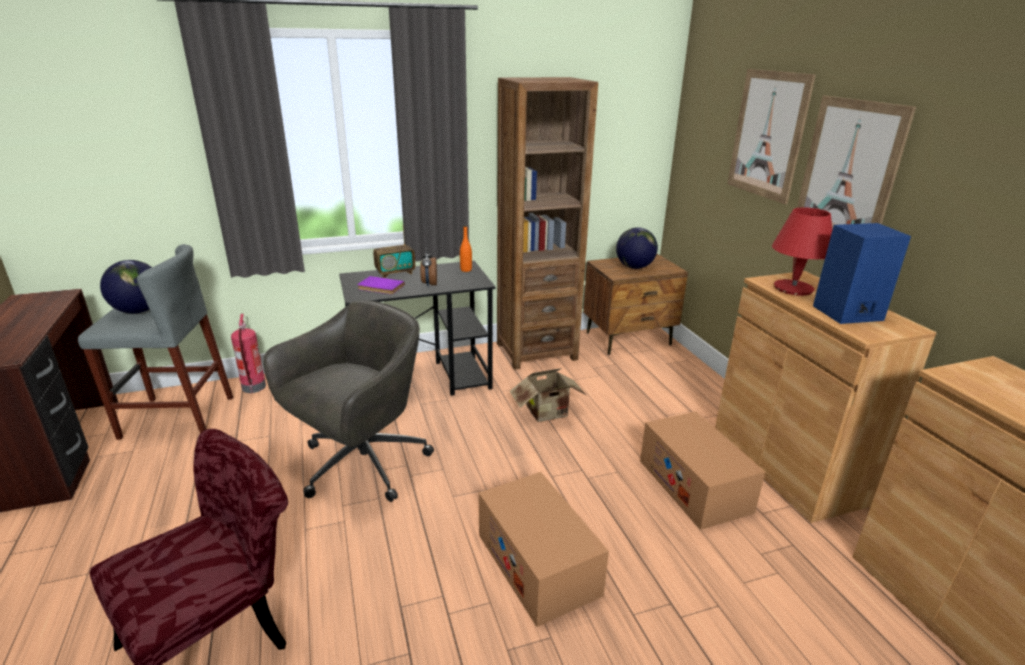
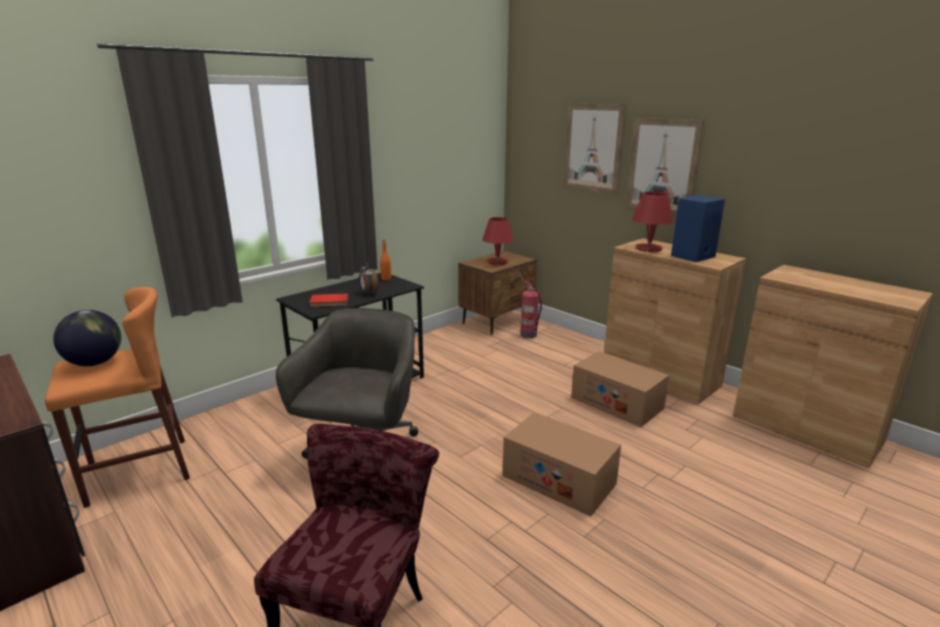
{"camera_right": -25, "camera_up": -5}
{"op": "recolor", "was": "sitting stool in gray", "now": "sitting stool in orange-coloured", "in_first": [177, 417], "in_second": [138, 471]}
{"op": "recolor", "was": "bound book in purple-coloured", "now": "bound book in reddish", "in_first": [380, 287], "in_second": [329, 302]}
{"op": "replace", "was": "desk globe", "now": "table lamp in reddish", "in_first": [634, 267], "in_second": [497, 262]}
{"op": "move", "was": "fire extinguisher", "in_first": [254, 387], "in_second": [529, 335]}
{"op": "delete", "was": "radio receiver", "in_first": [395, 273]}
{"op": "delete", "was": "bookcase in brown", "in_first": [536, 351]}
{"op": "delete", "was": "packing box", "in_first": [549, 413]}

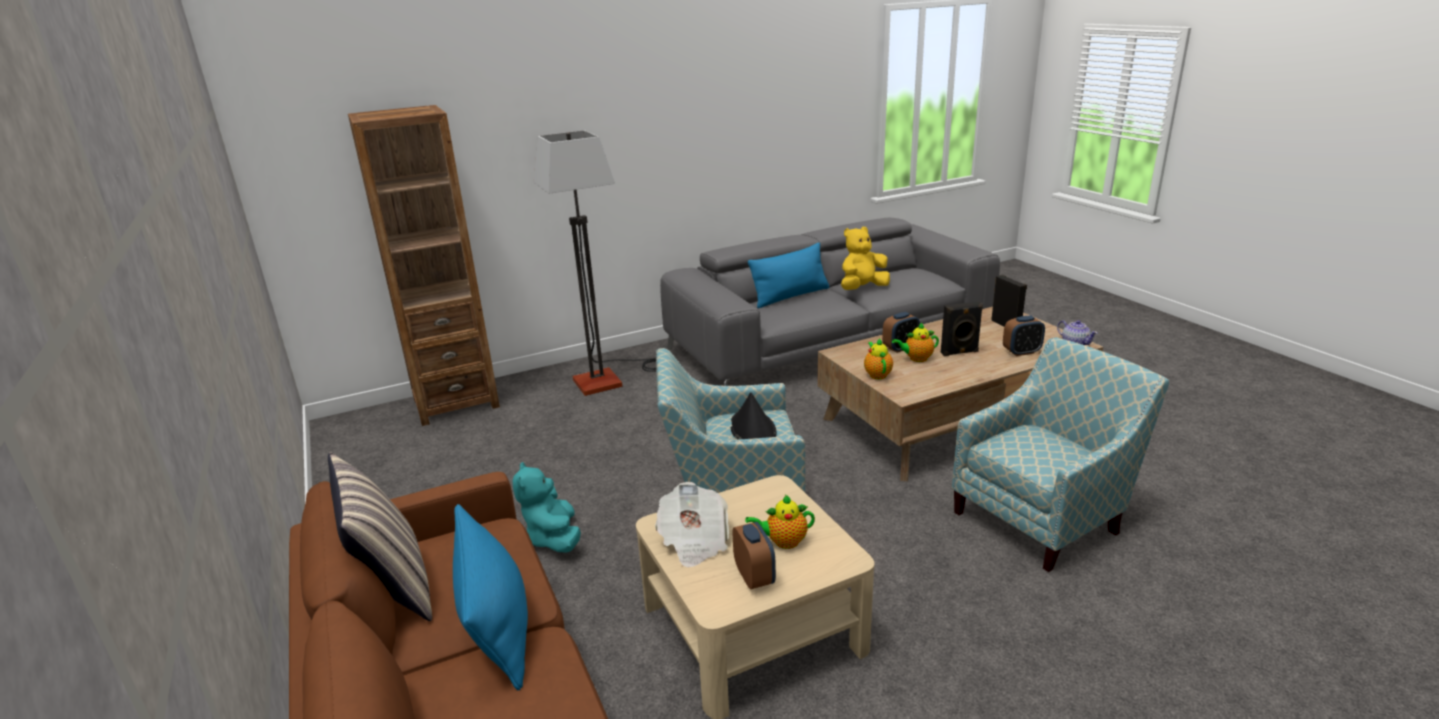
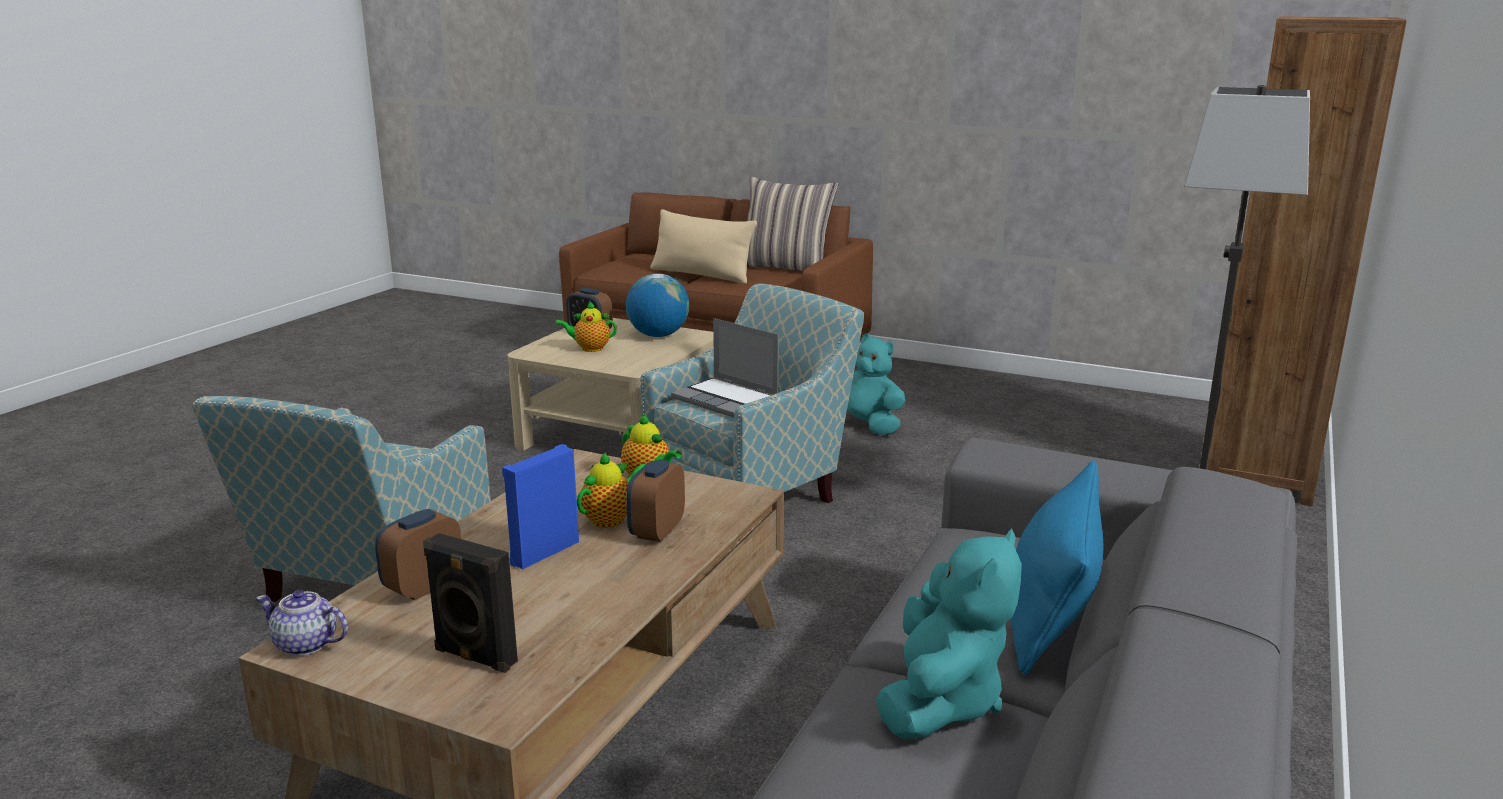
{"camera_right": 140, "camera_up": -5}
{"op": "recolor", "was": "audio speaker in blackish", "now": "audio speaker in blue-coloured", "in_first": [959, 352], "in_second": [543, 552]}
{"op": "rotate", "was": "pot for tea", "in_first": [783, 541], "in_second": [590, 348], "clockwise": -135}
{"op": "replace", "was": "daily paper", "now": "desk globe", "in_first": [694, 541], "in_second": [658, 335]}
{"op": "recolor", "was": "pillow in blue-coloured", "now": "pillow in sand-coloured", "in_first": [497, 626], "in_second": [701, 275]}
{"op": "replace", "was": "wearable hat in blackish", "now": "notebook computer", "in_first": [752, 430], "in_second": [727, 399]}
{"op": "recolor", "was": "cuddly toy in yellow-coloured", "now": "cuddly toy in blue-green", "in_first": [862, 288], "in_second": [941, 701]}

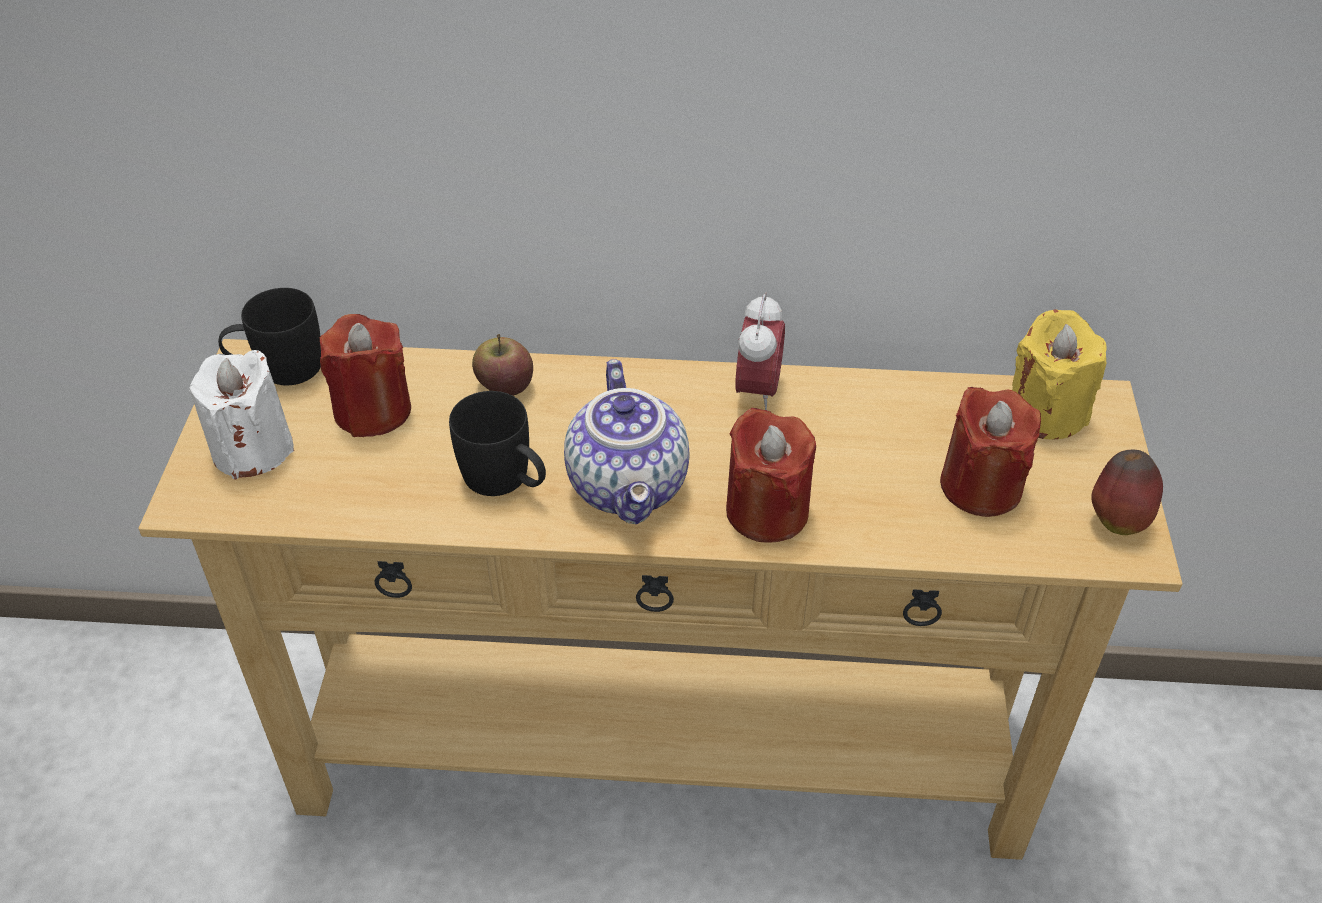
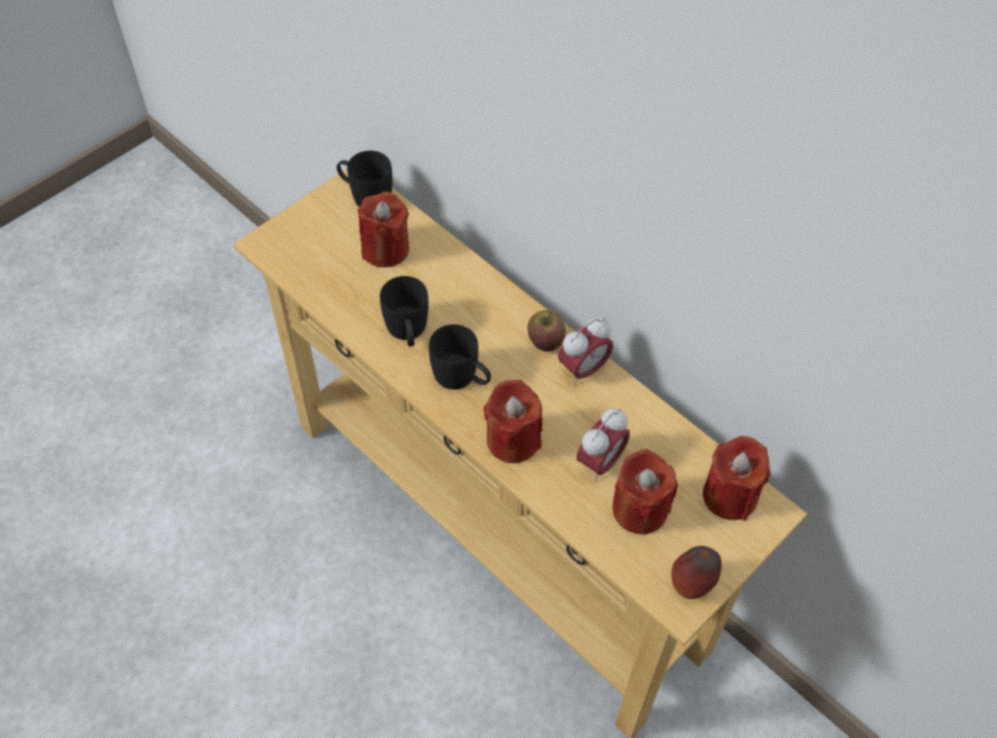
{"camera_right": 40, "camera_up": 10}
{"op": "replace", "was": "pot for tea", "now": "coffee mug in blackish", "in_first": [631, 487], "in_second": [462, 378]}
{"op": "move", "was": "apple fruit", "in_first": [504, 386], "in_second": [545, 341]}
{"op": "insert", "now": "table clock", "in_second": [600, 462]}
{"op": "recolor", "was": "wax light in yellow-coloured", "now": "wax light in reddish", "in_first": [1046, 413], "in_second": [729, 495]}
{"op": "delete", "was": "wax light in white", "in_first": [252, 449]}

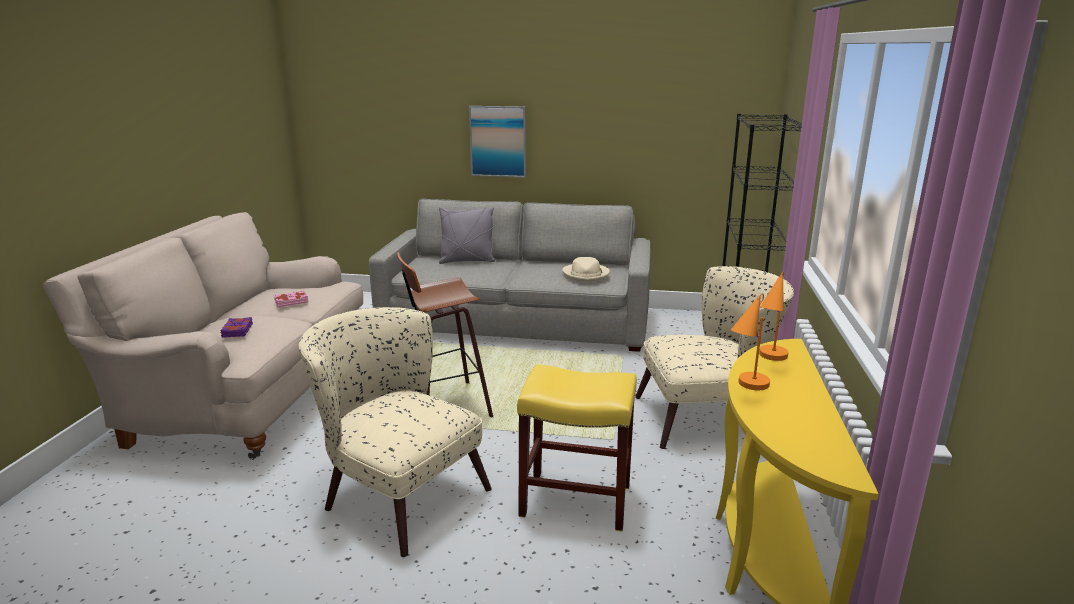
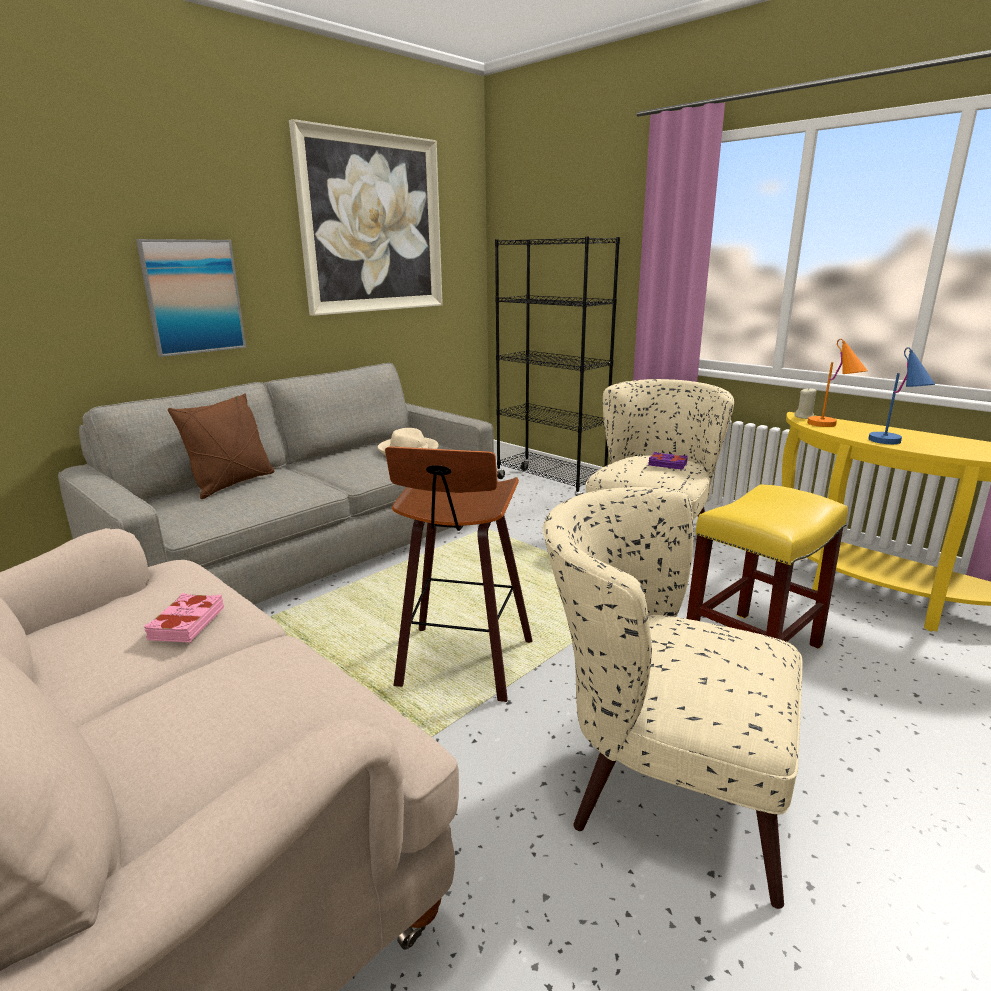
{"camera_right": -55, "camera_up": 0}
{"op": "recolor", "was": "pillow in gray", "now": "pillow in brown", "in_first": [467, 261], "in_second": [232, 484]}
{"op": "insert", "now": "wall picture", "in_second": [373, 224]}
{"op": "rotate", "was": "armchair in sand-coloured", "in_first": [396, 493], "in_second": [660, 780], "clockwise": 45}
{"op": "move", "was": "bound book in purple-coloured", "in_first": [237, 331], "in_second": [667, 464]}
{"op": "insert", "now": "wax light in sand-coloured", "in_second": [804, 417]}
{"op": "recolor", "was": "table lamp in orange-coloured", "now": "table lamp in blue-coloured", "in_first": [746, 387], "in_second": [894, 444]}

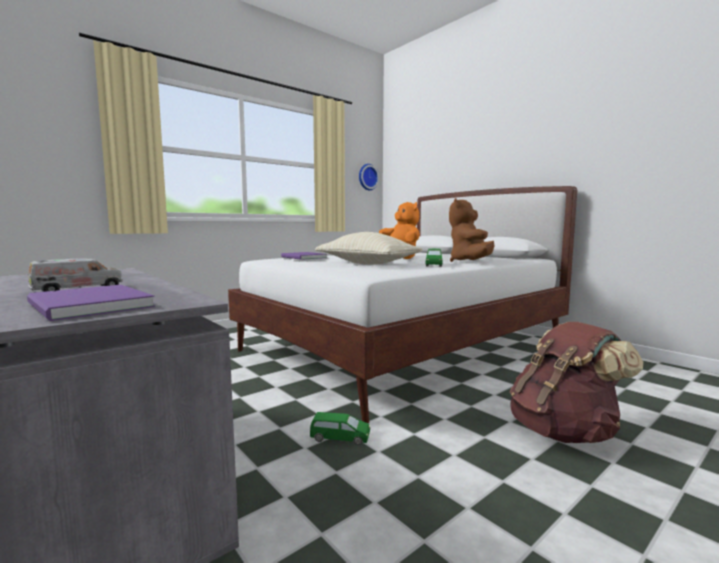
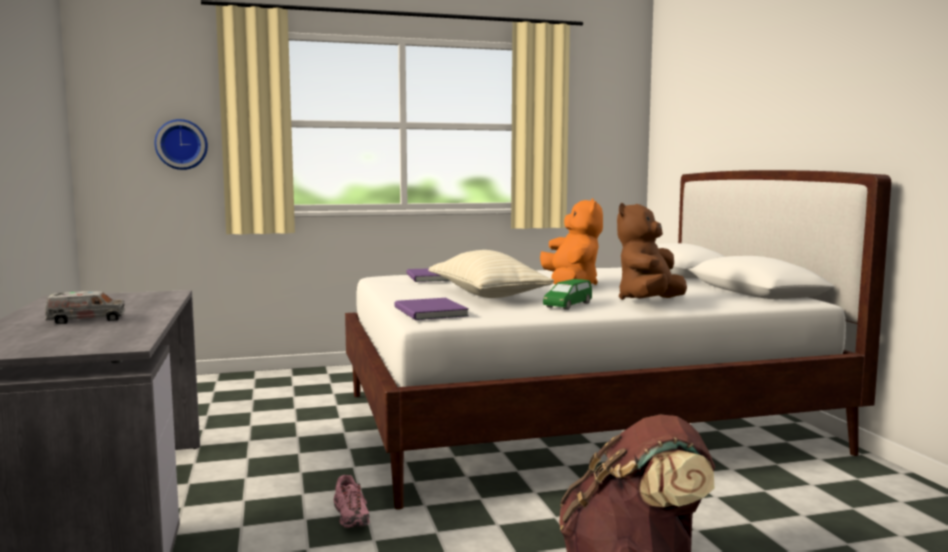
{"camera_right": 25, "camera_up": 0}
{"op": "move", "was": "clock on the wall", "in_first": [367, 177], "in_second": [181, 144]}
{"op": "replace", "was": "miniature car in green", "now": "low shoe in pink-coloured", "in_first": [340, 438], "in_second": [351, 517]}
{"op": "move", "was": "bound book in purple-coloured", "in_first": [87, 306], "in_second": [429, 312]}

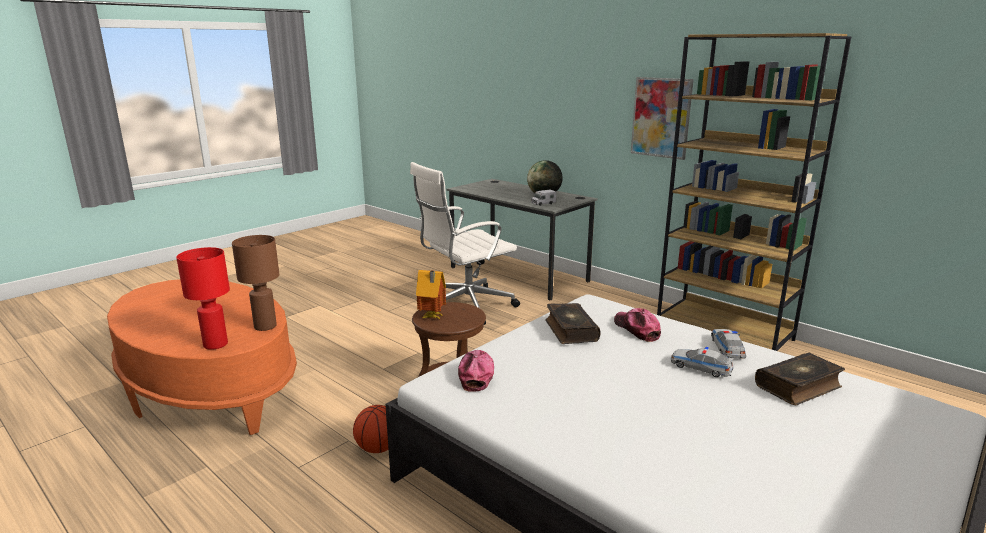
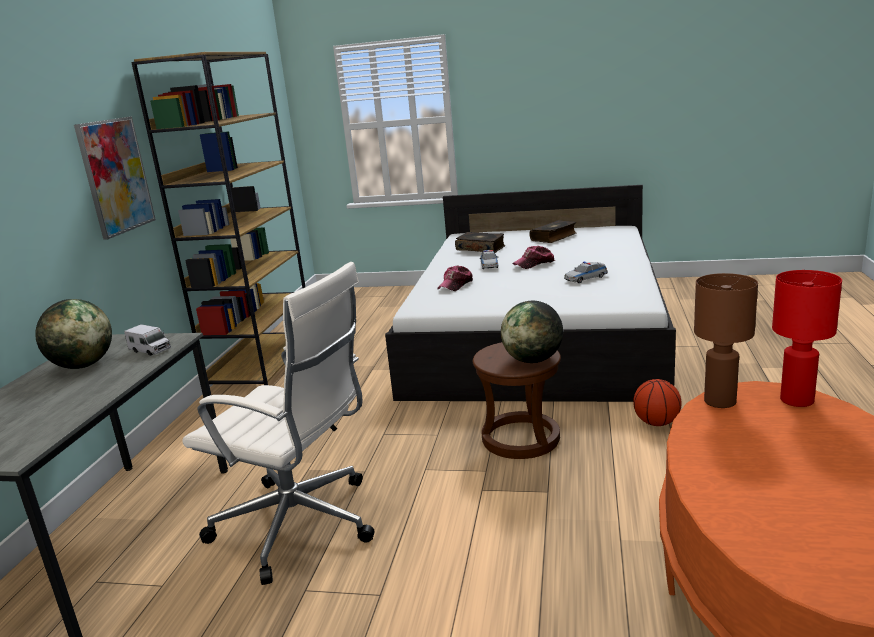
{"camera_right": -120, "camera_up": 0}
{"op": "replace", "was": "model house", "now": "desk globe", "in_first": [432, 317], "in_second": [533, 360]}
{"op": "move", "was": "baseball cap", "in_first": [476, 374], "in_second": [534, 263]}
{"op": "move", "was": "bound book", "in_first": [570, 330], "in_second": [554, 237]}
{"op": "move", "was": "miniature car", "in_first": [727, 348], "in_second": [585, 278]}

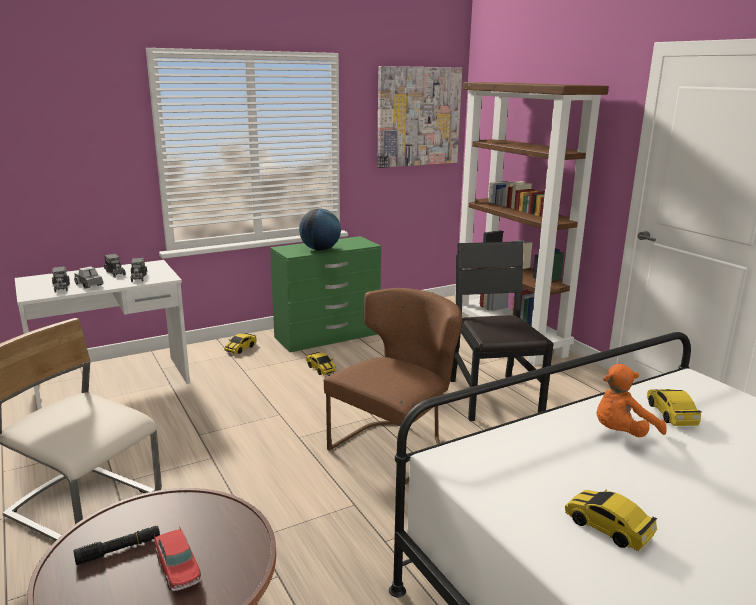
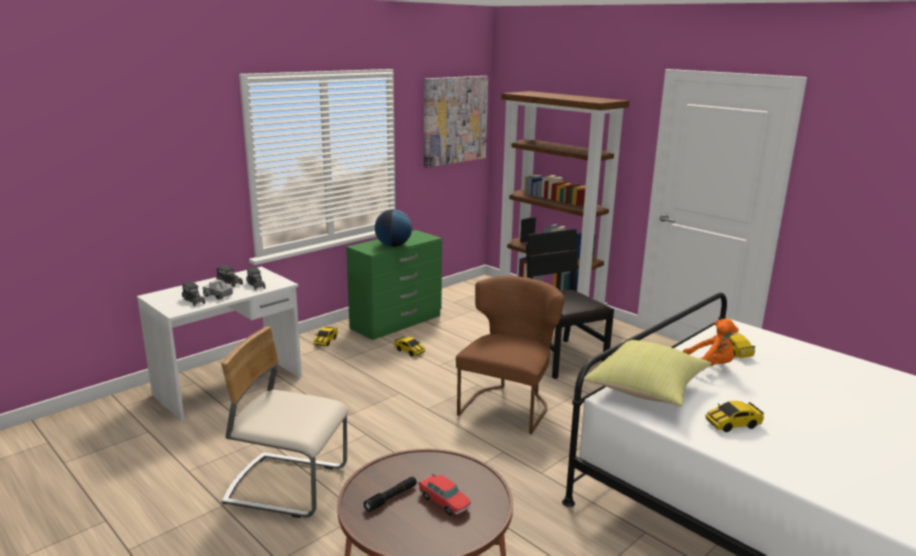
{"camera_right": -15, "camera_up": 0}
{"op": "insert", "now": "pillow in yellow-coloured", "in_second": [646, 390]}
{"op": "rotate", "was": "cuddly toy in orange-coloured", "in_first": [621, 433], "in_second": [709, 367], "clockwise": -120}
{"op": "rotate", "was": "miniature car", "in_first": [607, 528], "in_second": [733, 424], "clockwise": -45}

